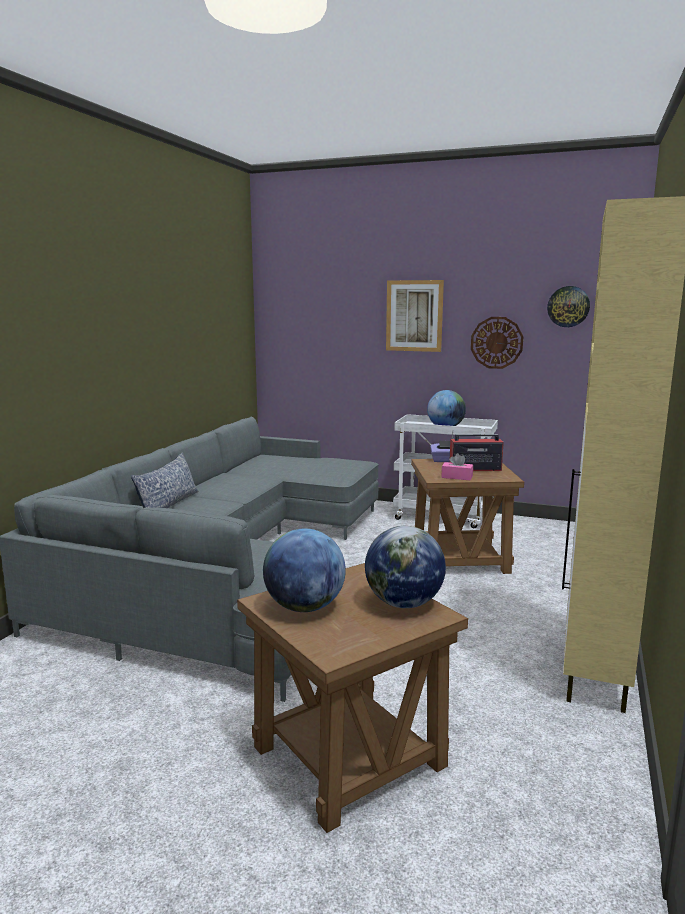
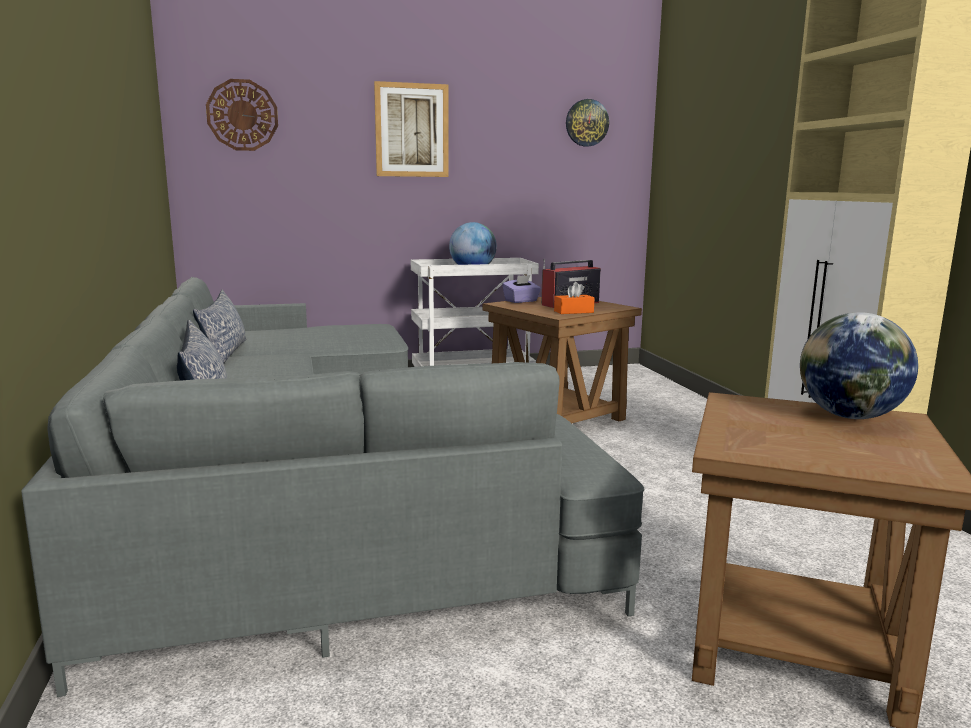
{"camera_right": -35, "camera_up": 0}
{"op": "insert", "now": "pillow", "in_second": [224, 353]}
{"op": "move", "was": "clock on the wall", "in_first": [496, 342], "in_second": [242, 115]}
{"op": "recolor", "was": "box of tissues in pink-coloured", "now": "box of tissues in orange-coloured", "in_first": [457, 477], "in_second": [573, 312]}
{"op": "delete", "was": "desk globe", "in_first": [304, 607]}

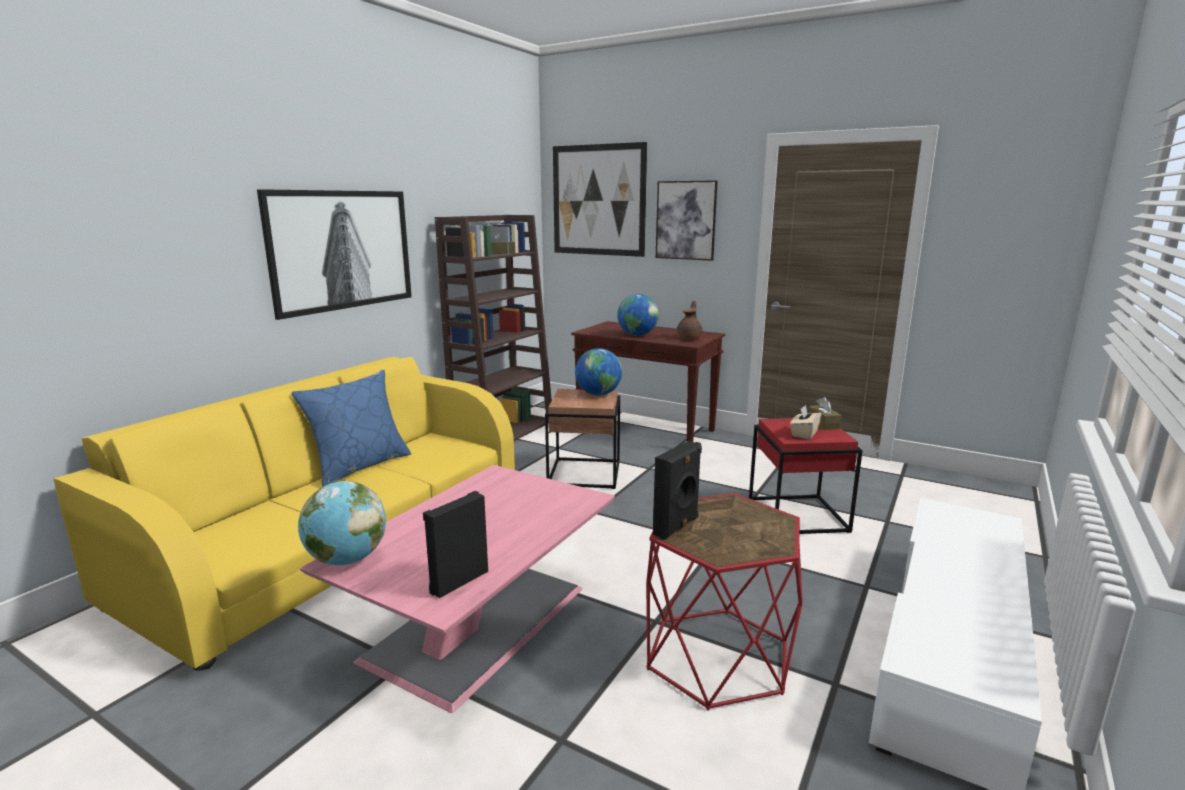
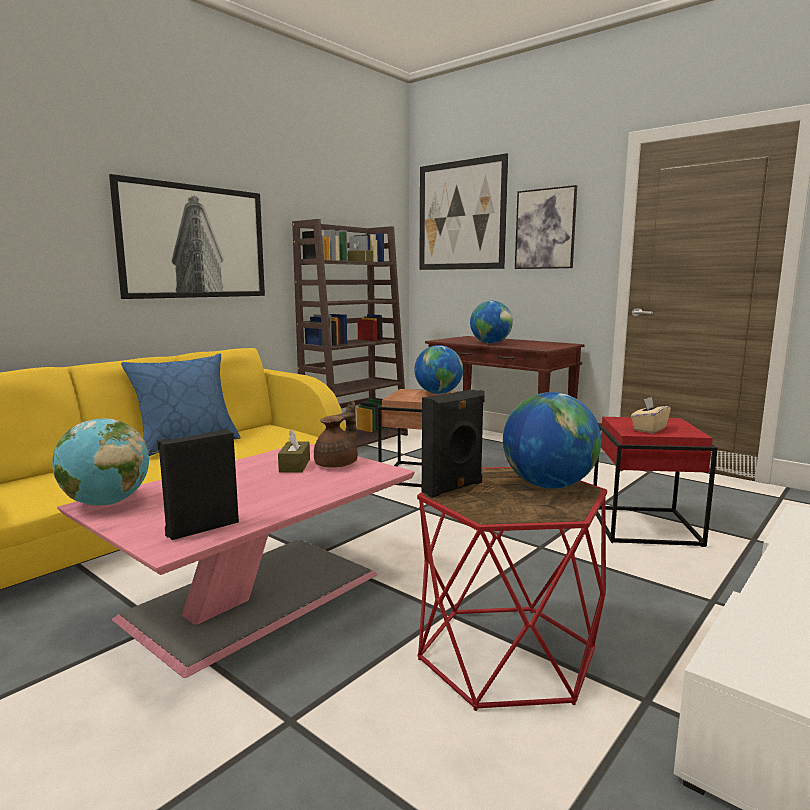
{"camera_right": 10, "camera_up": -5}
{"op": "move", "was": "box of tissues in brown", "in_first": [823, 424], "in_second": [294, 465]}
{"op": "move", "was": "pot for tea in brown", "in_first": [689, 338], "in_second": [338, 464]}
{"op": "insert", "now": "desk globe", "in_second": [548, 485]}

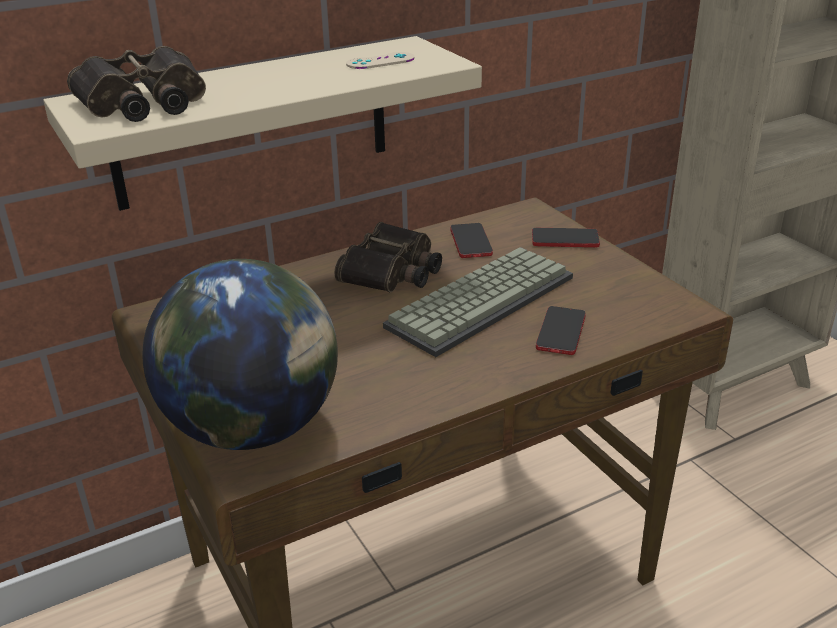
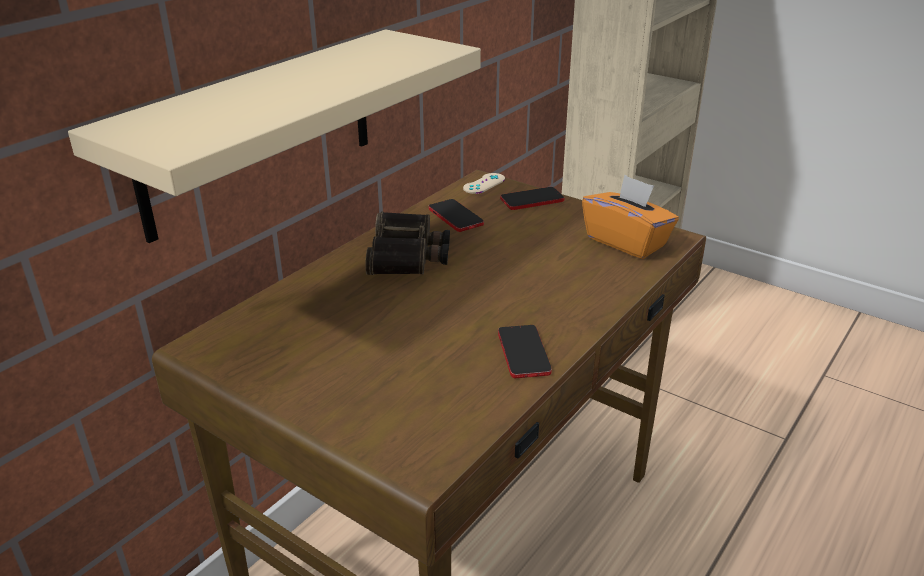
{"camera_right": -25, "camera_up": 0}
{"op": "move", "was": "game controller in sand-coloured", "in_first": [380, 61], "in_second": [484, 184]}
{"op": "move", "was": "handset", "in_first": [561, 332], "in_second": [523, 352]}
{"op": "insert", "now": "box of tissues in orange-coloured", "in_second": [626, 241]}
{"op": "delete", "was": "pair of binoculars", "in_first": [143, 103]}
{"op": "delete", "was": "desk globe", "in_first": [254, 428]}
{"op": "delete", "was": "PC keyboard", "in_first": [480, 300]}

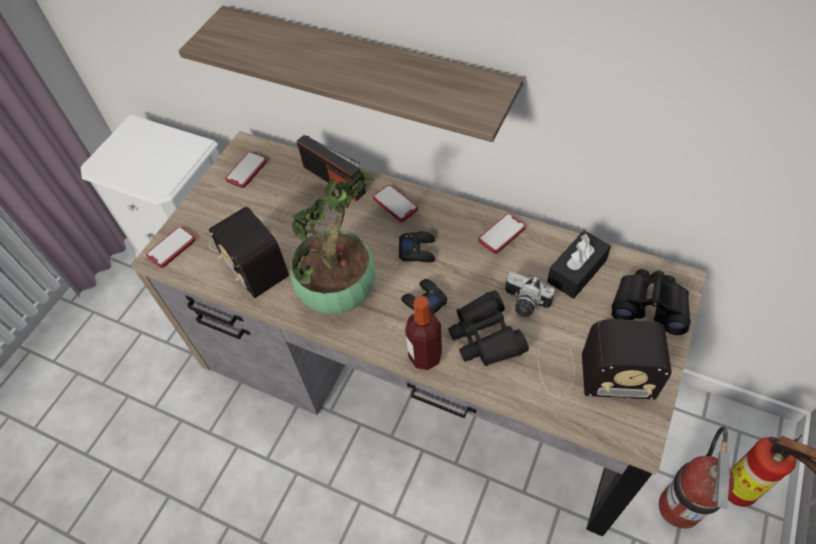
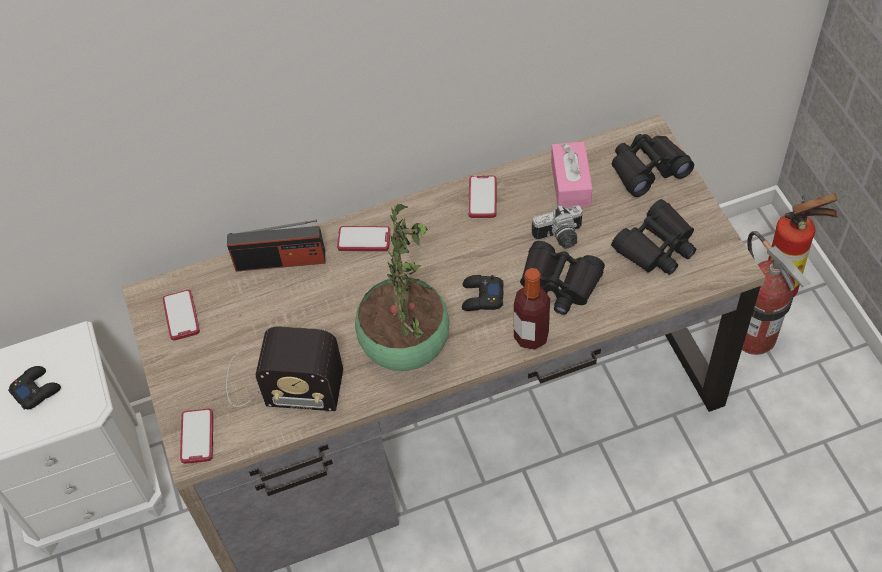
{"camera_right": -45, "camera_up": 0}
{"op": "move", "was": "game controller in blackish", "in_first": [417, 250], "in_second": [36, 390]}
{"op": "recolor", "was": "box of tissues in blackish", "now": "box of tissues in pink-coloured", "in_first": [576, 271], "in_second": [570, 183]}
{"op": "replace", "was": "radio receiver", "now": "pair of binoculars in blackish", "in_first": [591, 369], "in_second": [656, 247]}
{"op": "delete", "was": "wall shelf", "in_first": [367, 72]}

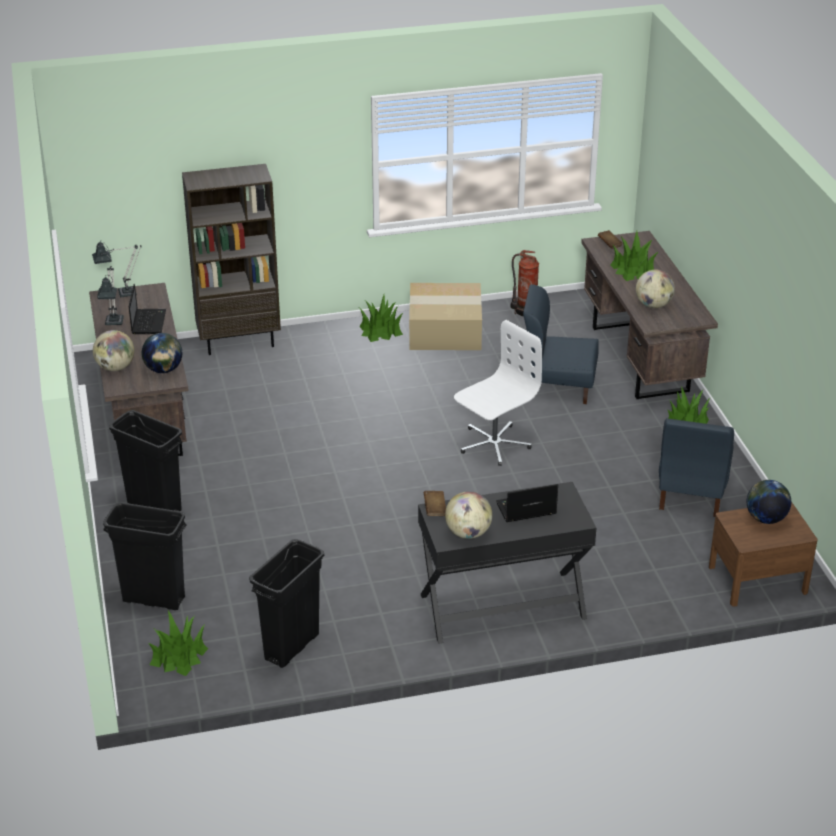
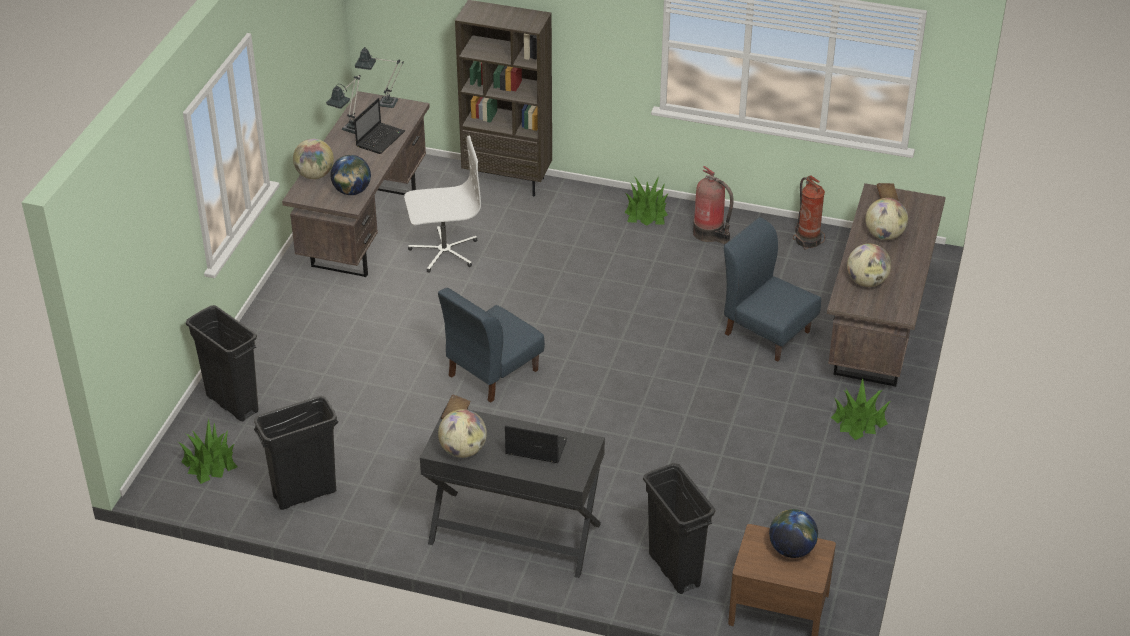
{"camera_right": 30, "camera_up": 5}
{"op": "move", "was": "office chair in white", "in_first": [493, 444], "in_second": [444, 251]}
{"op": "move", "was": "chair in blue-coloured", "in_first": [691, 494], "in_second": [492, 373]}
{"op": "move", "was": "trash can in blackish", "in_first": [154, 506], "in_second": [675, 570]}
{"op": "replace", "was": "packing box", "now": "fire extinguisher", "in_first": [446, 330], "in_second": [710, 234]}
{"op": "replace", "was": "potted plant", "now": "desk globe", "in_first": [633, 269], "in_second": [884, 235]}

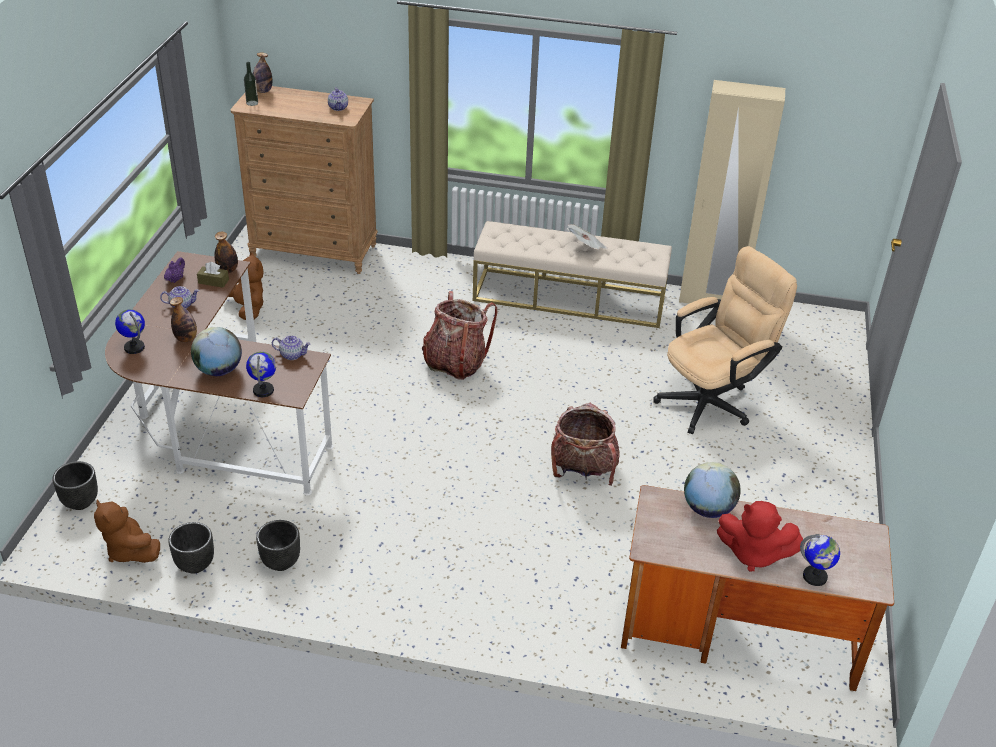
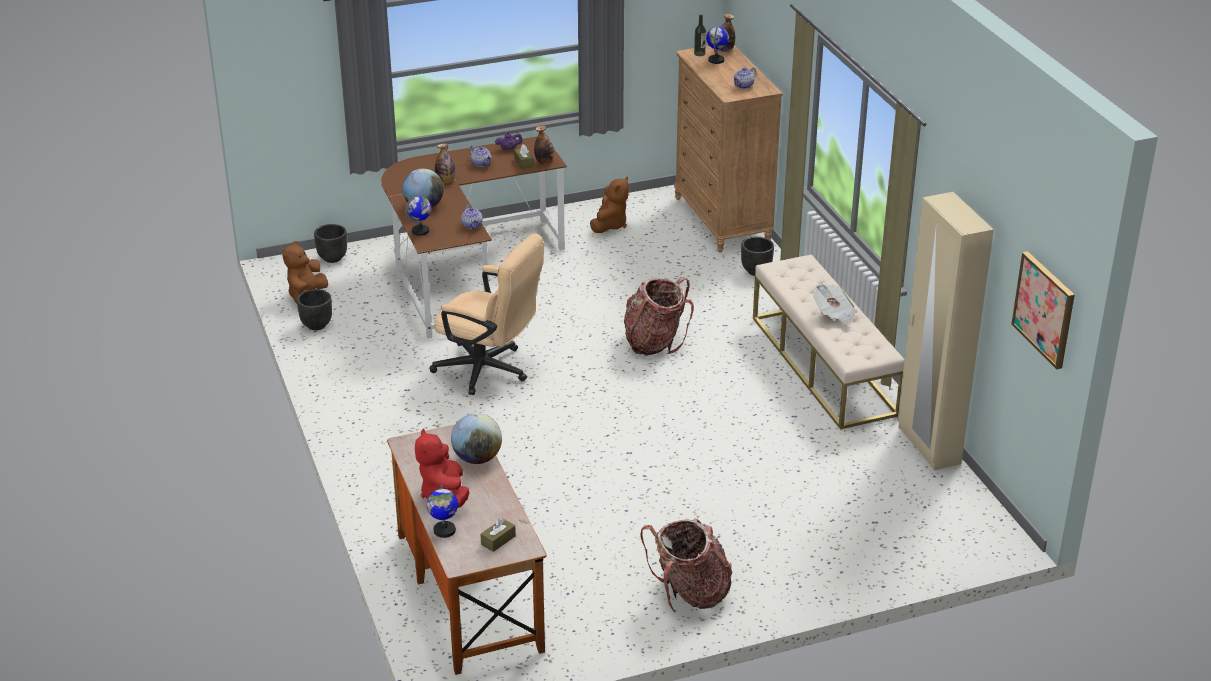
{"camera_right": 60, "camera_up": -5}
{"op": "move", "was": "office chair in sand-coloured", "in_first": [712, 401], "in_second": [489, 371]}
{"op": "insert", "now": "box of tissues in brown", "in_second": [498, 540]}
{"op": "move", "was": "knapsack", "in_first": [583, 470], "in_second": [690, 593]}
{"op": "move", "was": "desk globe", "in_first": [134, 347], "in_second": [716, 60]}
{"op": "move", "was": "planter in blackish", "in_first": [280, 562], "in_second": [755, 271]}
{"op": "insert", "now": "wall picture", "in_second": [1044, 309]}

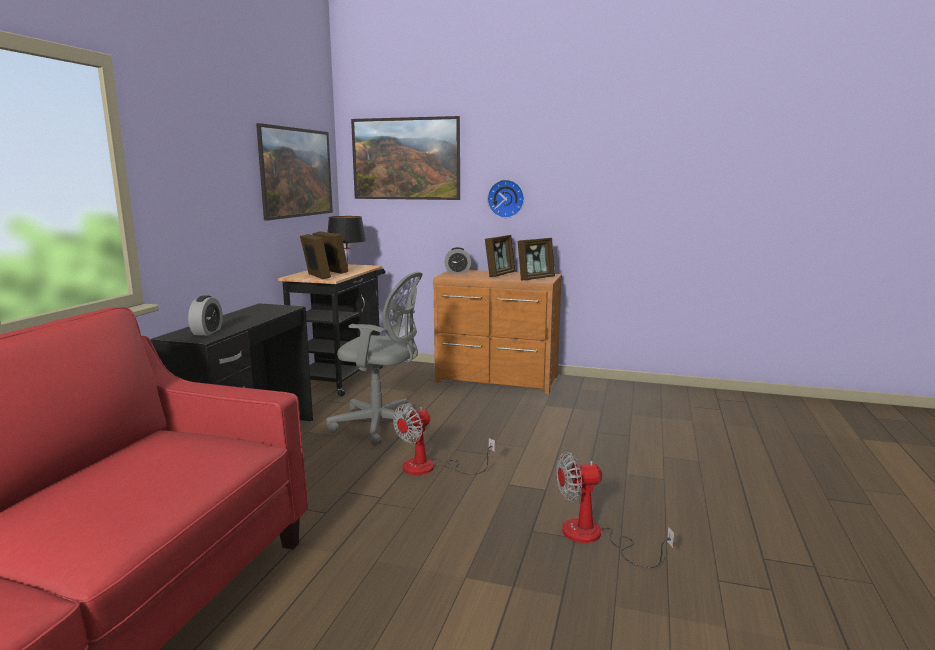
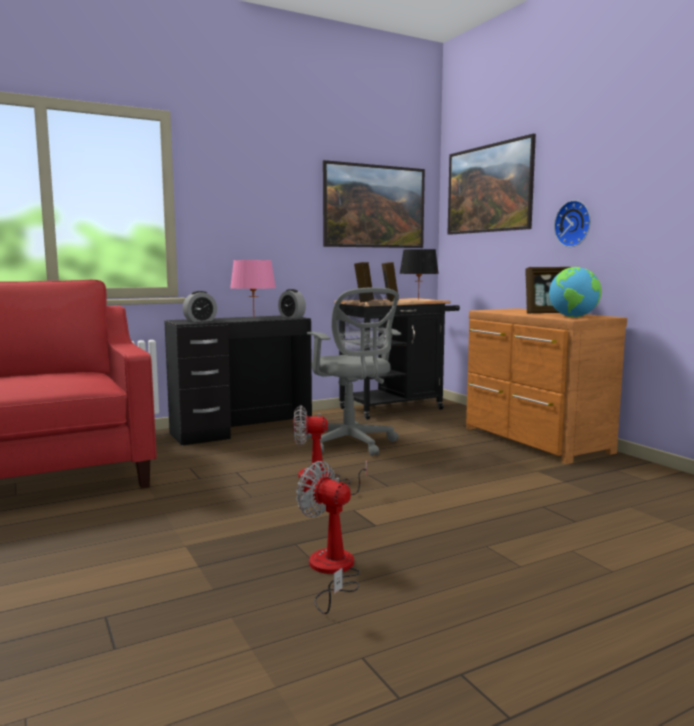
{"camera_right": 45, "camera_up": -5}
{"op": "insert", "now": "table lamp in pink-coloured", "in_second": [254, 317]}
{"op": "move", "was": "table clock", "in_first": [457, 272], "in_second": [292, 317]}
{"op": "replace", "was": "photo frame", "now": "desk globe", "in_first": [536, 278], "in_second": [573, 317]}

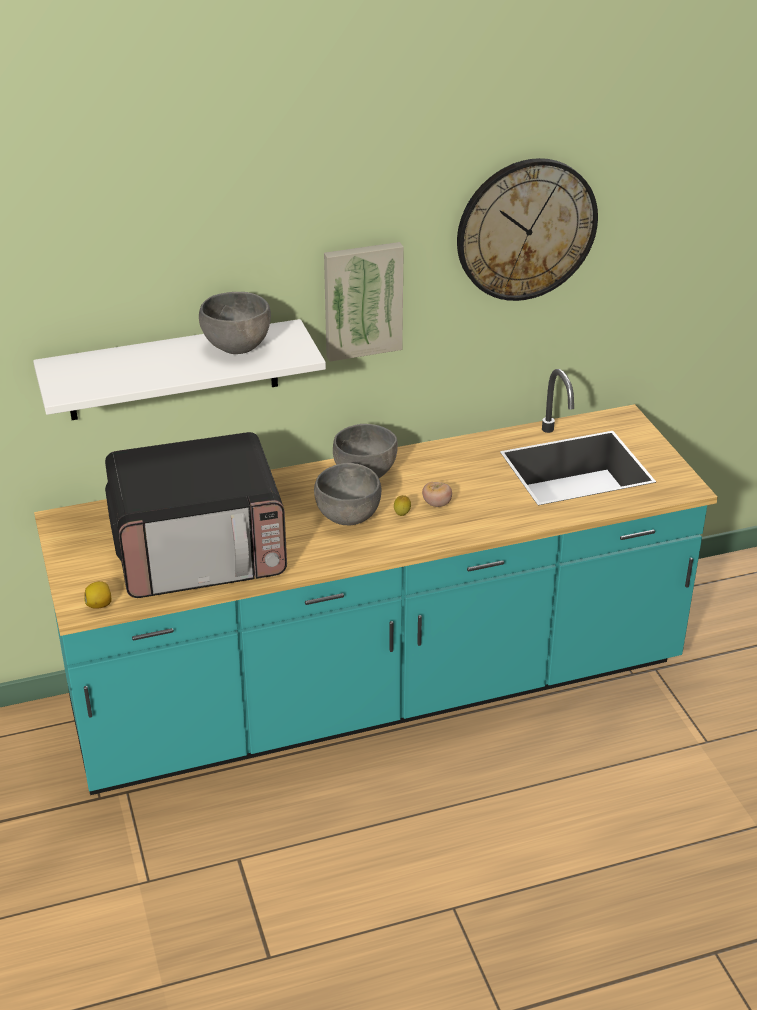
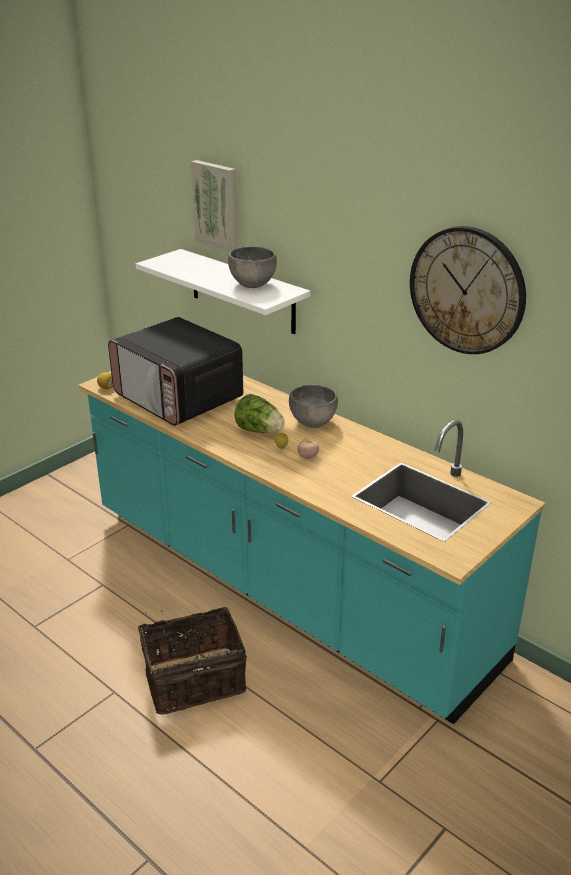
{"camera_right": 60, "camera_up": -5}
{"op": "insert", "now": "basket", "in_second": [194, 678]}
{"op": "move", "was": "wall picture", "in_first": [362, 300], "in_second": [217, 205]}
{"op": "replace", "was": "serving bowl in gray", "now": "lettuce", "in_first": [347, 517], "in_second": [259, 431]}

